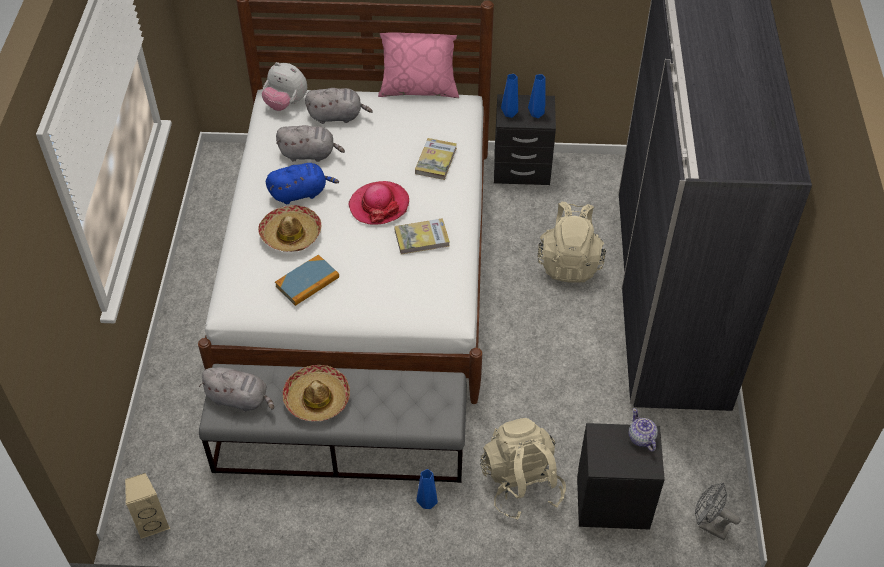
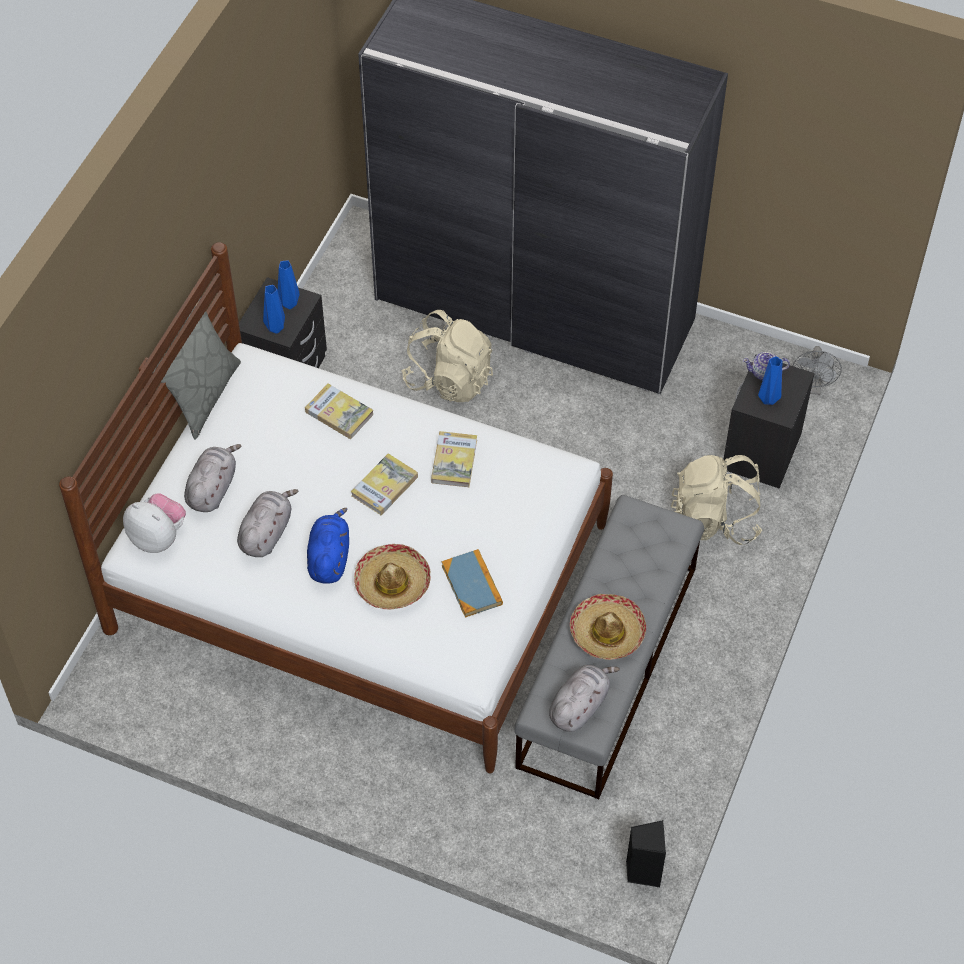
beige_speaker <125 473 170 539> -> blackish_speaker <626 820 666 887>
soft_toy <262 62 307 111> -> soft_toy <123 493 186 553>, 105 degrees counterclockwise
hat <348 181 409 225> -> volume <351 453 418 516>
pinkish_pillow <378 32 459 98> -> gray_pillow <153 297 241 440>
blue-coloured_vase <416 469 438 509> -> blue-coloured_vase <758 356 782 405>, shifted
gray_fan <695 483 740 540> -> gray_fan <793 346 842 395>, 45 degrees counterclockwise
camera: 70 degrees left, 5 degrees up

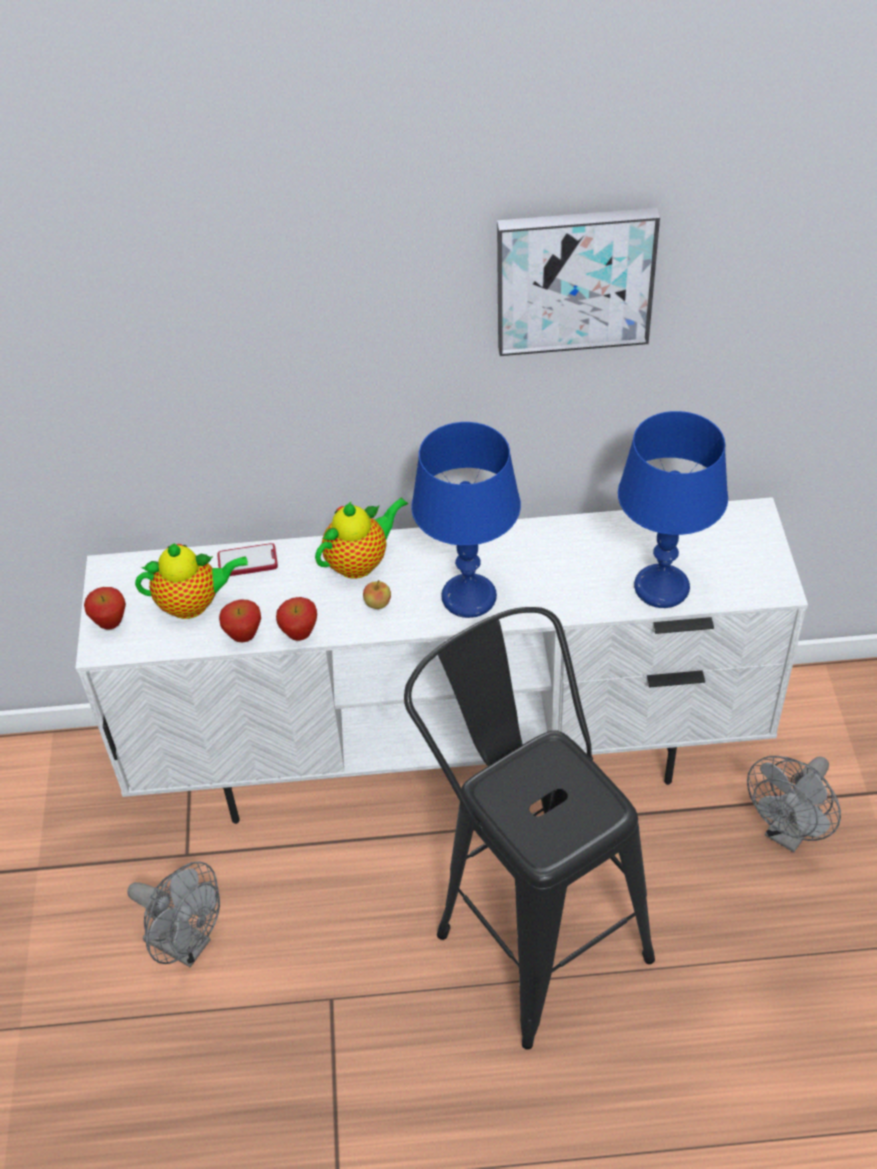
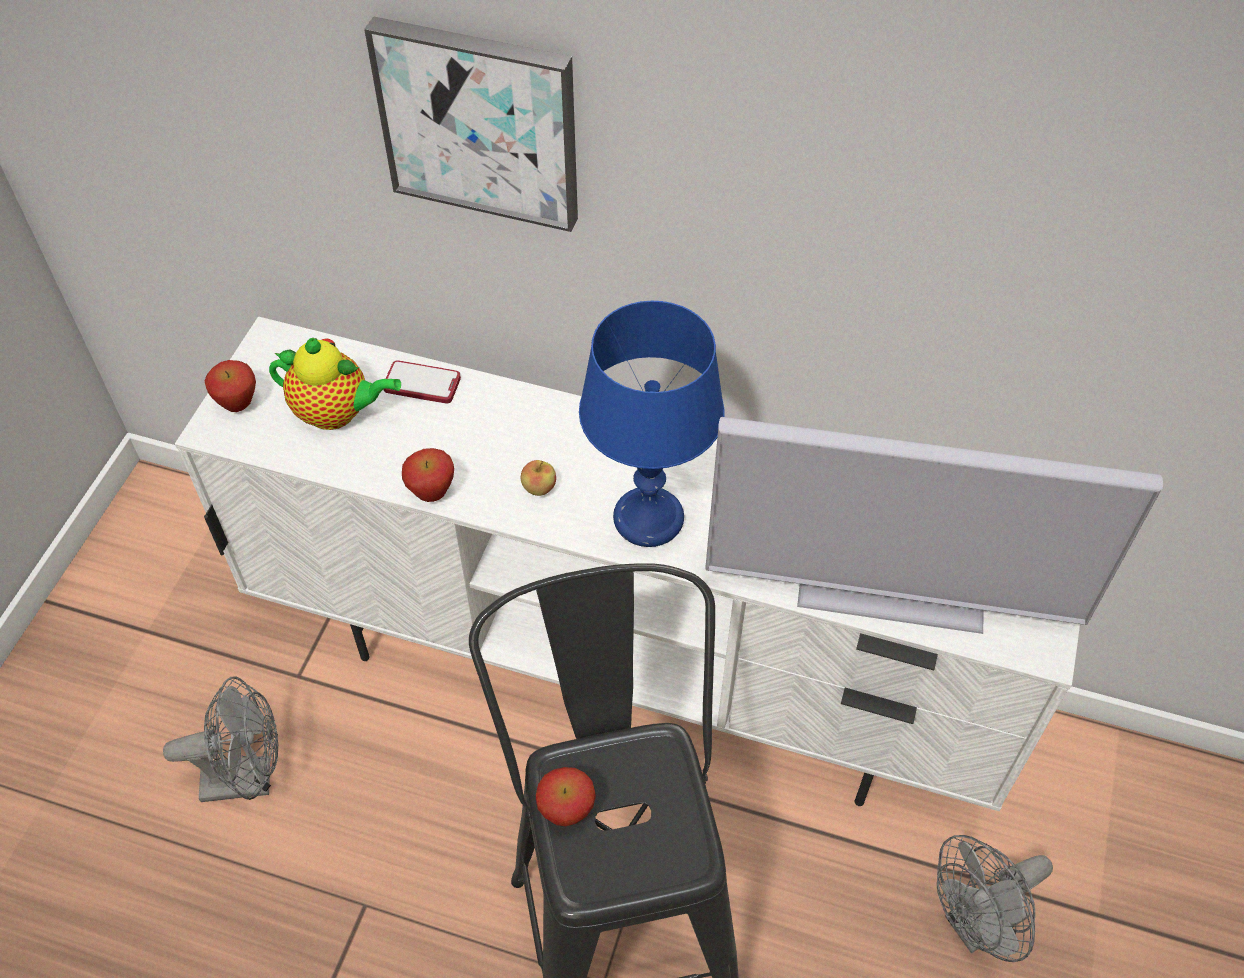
gray_fan <127 861 220 967> -> gray_fan <163 676 278 802>, 60 degrees counterclockwise
apple_fruit <219 599 261 642> -> apple_fruit <536 767 596 826>, shifted
teapot <315 497 408 579> -> none
wall_picture <497 208 660 356> -> wall_picture <364 16 578 232>, shifted
blue-coloured_lamp_for_a_table <618 411 728 608> -> TV_set <705 417 1163 634>
camera: 20 degrees right, 5 degrees up

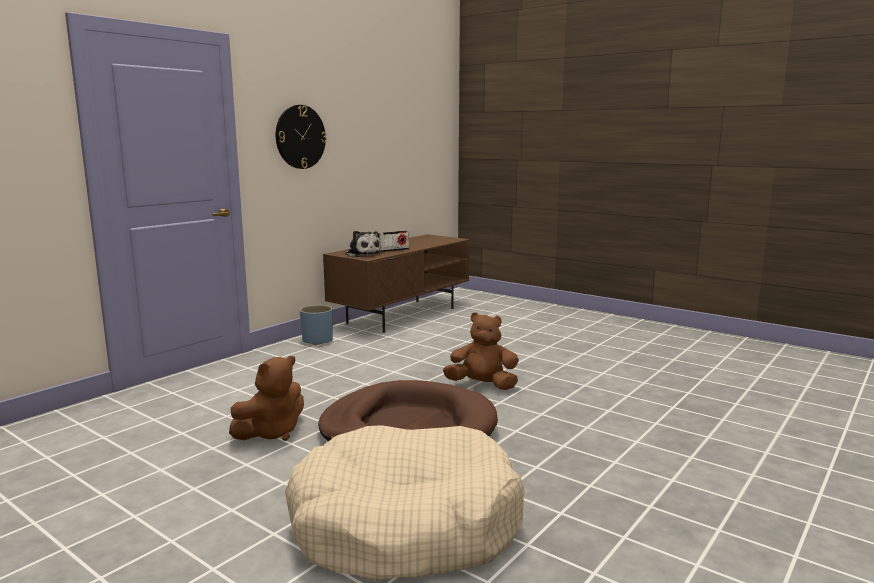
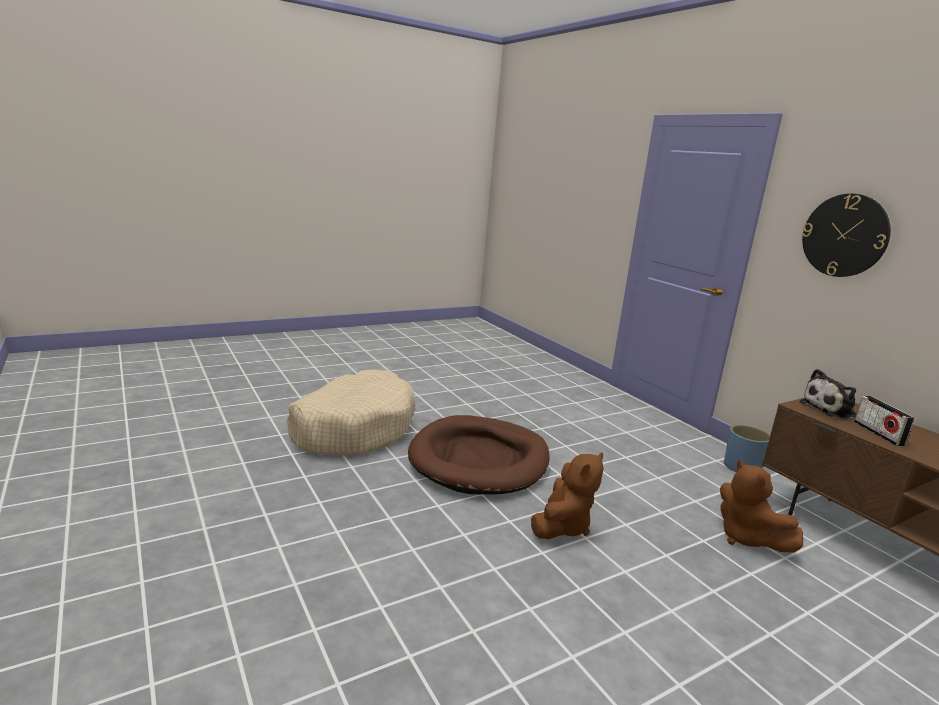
brownish_soft_toy <229 356 304 441> -> brownish_soft_toy <720 460 803 553>, shifted
camera: 110 degrees right, 5 degrees up

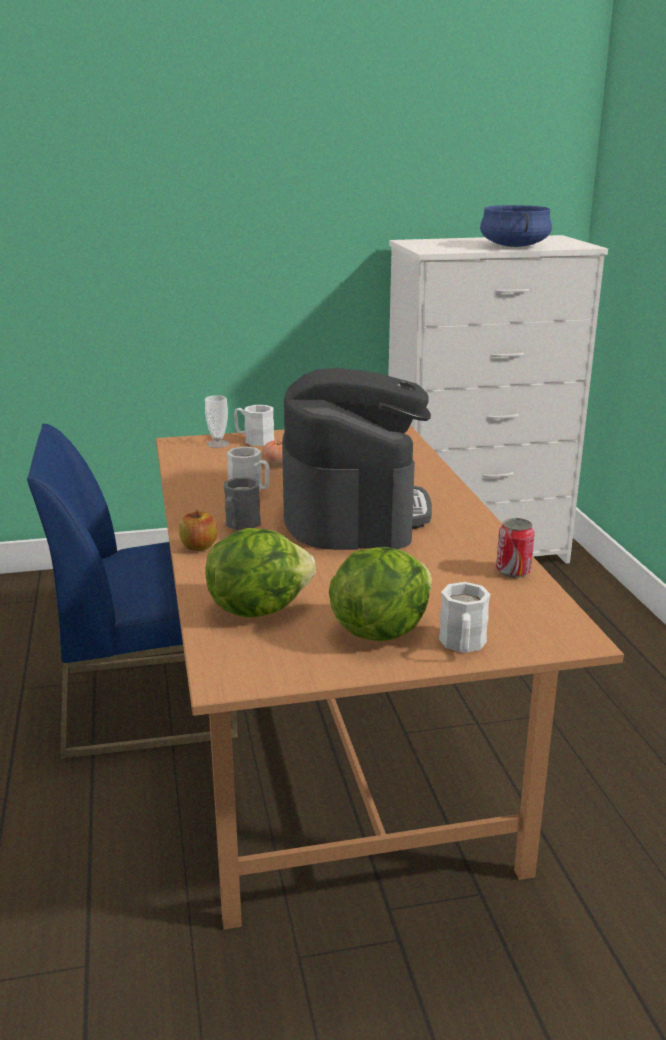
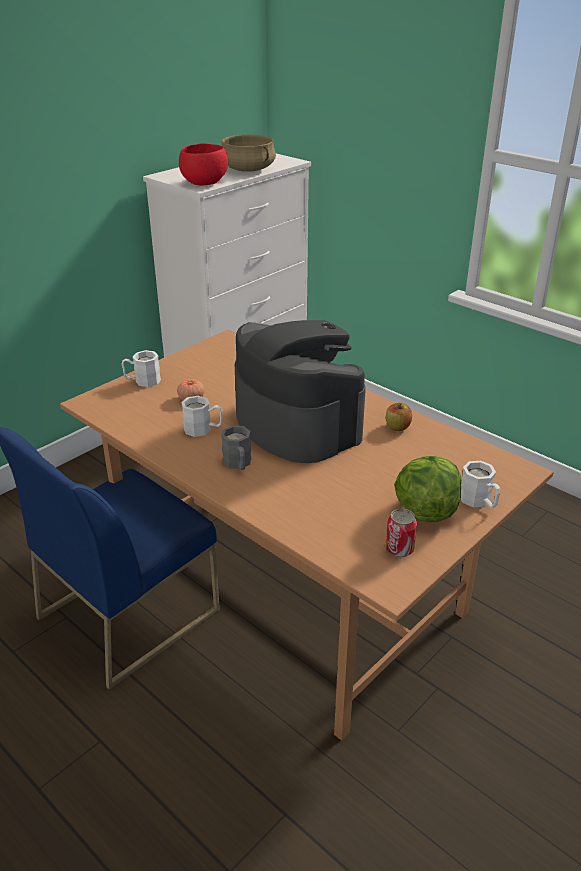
apple_fruit <179 510 217 551> -> apple_fruit <386 403 412 431>, shifted
cup <205 395 229 448> -> none
head_of_lettuce <205 528 316 618> -> none
blue-coloured_stockpot <480 205 552 247> -> beige_stockpot <222 134 276 172>
metal_can <496 518 535 578> -> metal_can <385 509 417 557>, shifted
none -> reddish_deep_dish <179 143 228 185>
camera: 35 degrees left, 10 degrees up

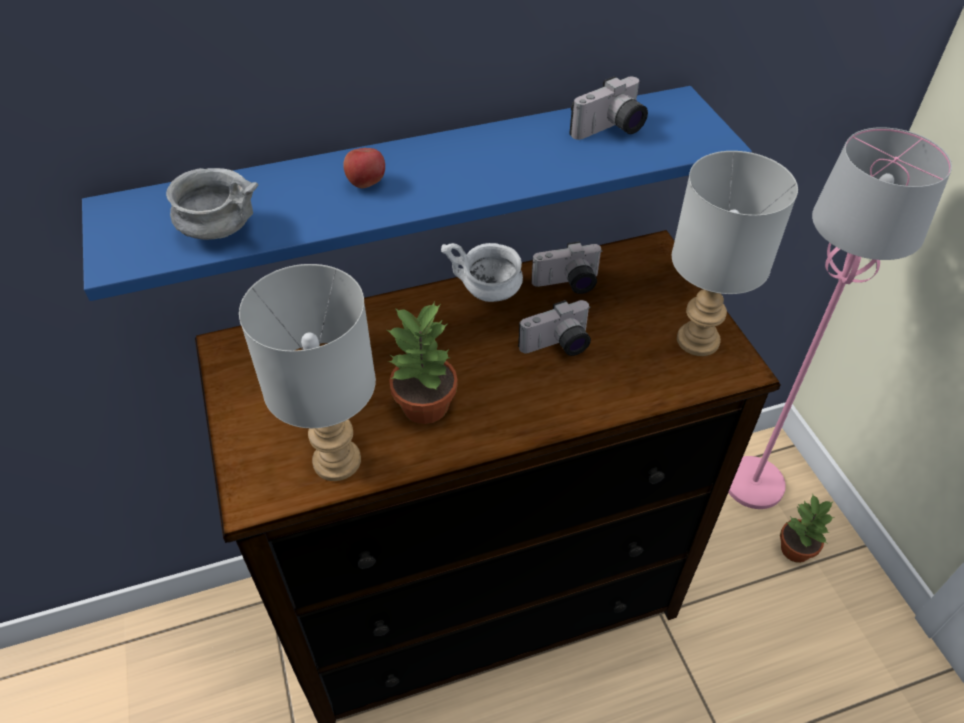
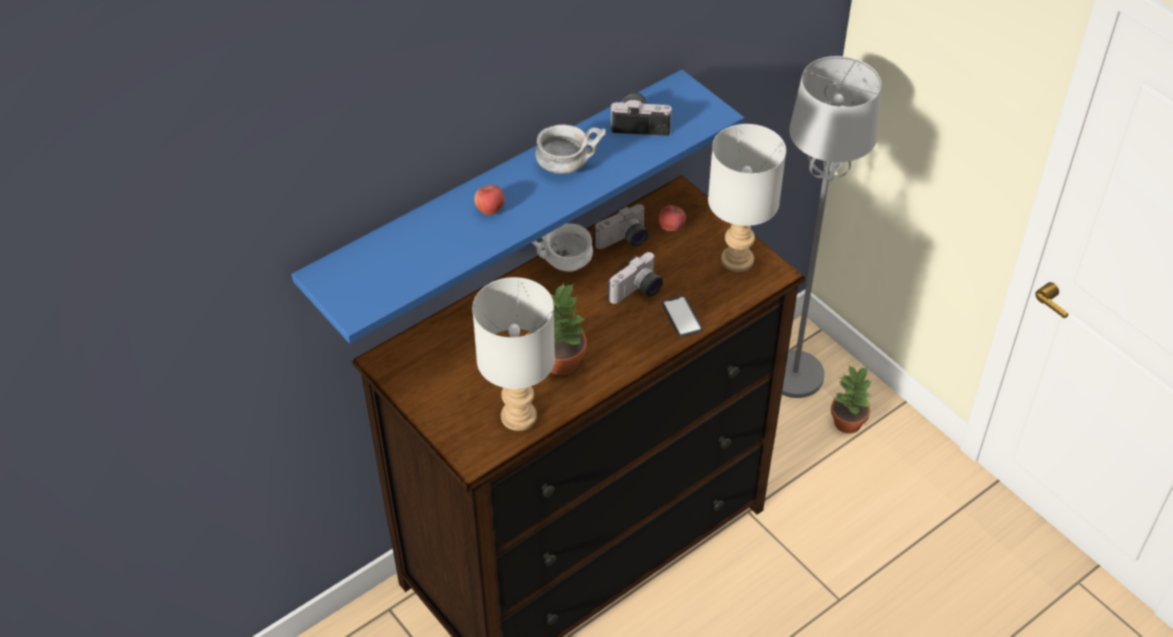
gray_deep_dish <166 168 258 240> -> gray_deep_dish <536 125 606 174>, shifted
still_camera <569 76 648 140> -> still_camera <611 92 673 136>, 120 degrees counterclockwise
pinkish_standing_lamp <728 127 952 509> -> gray_standing_lamp <782 56 882 398>
none -> apple_fruit <659 205 686 231>
none -> phone <662 295 702 337>
camera: 20 degrees left, 0 degrees up

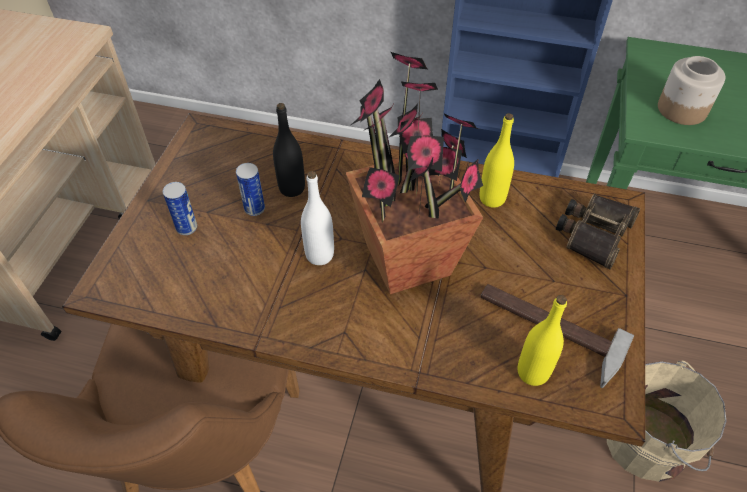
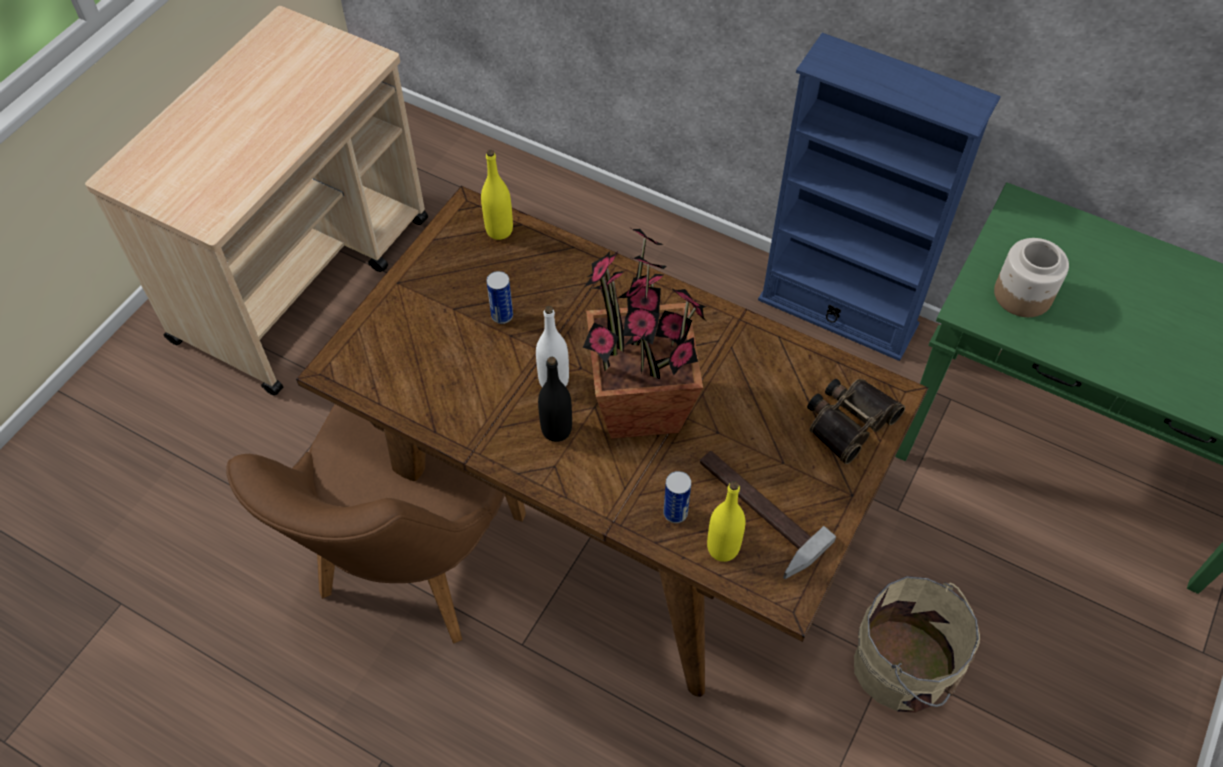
metal_can <163 182 197 235> -> metal_can <663 471 691 523>, shifted
blackish_bottle <273 103 305 197> -> blackish_bottle <538 357 572 442>, shifted
yellow-coloured_bottle <480 113 514 208> -> yellow-coloured_bottle <481 150 513 240>, shifted
camera: 15 degrees right, 5 degrees up

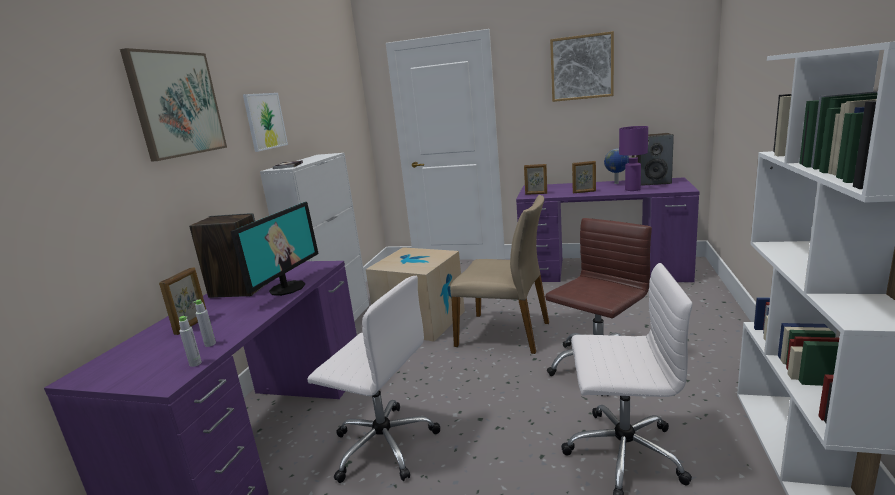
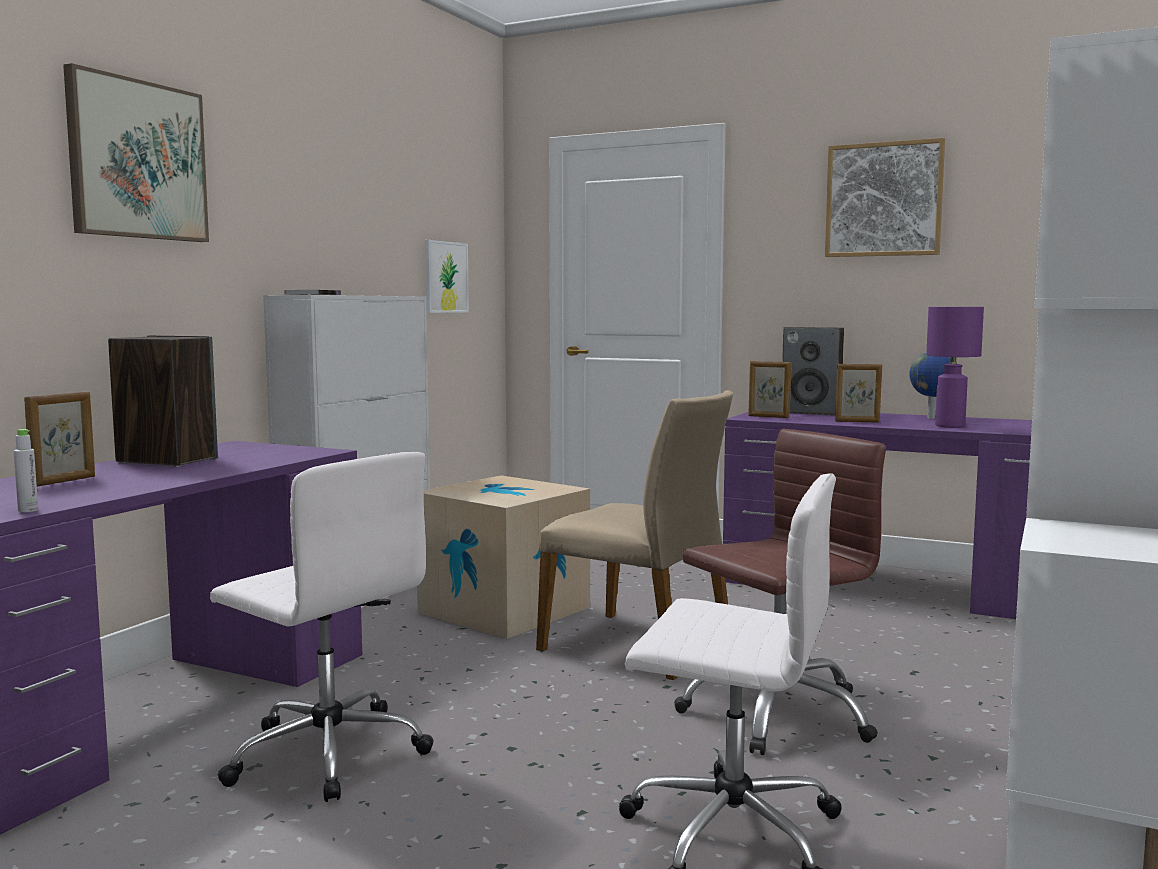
gray_bottle <193 299 216 347> -> none
monitor <230 202 319 296> -> none
wall_picture <243 93 288 152> -> wall_picture <425 240 469 313>, shifted
speaker <636 133 674 186> -> speaker <782 327 844 415>, shifted
camera: 10 degrees right, 10 degrees down

